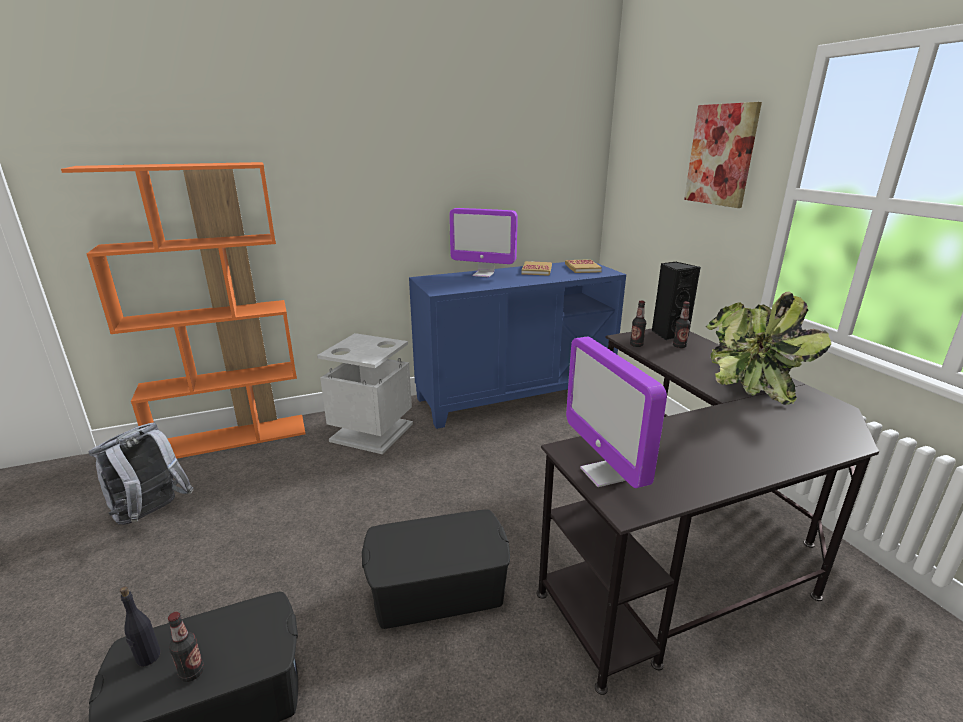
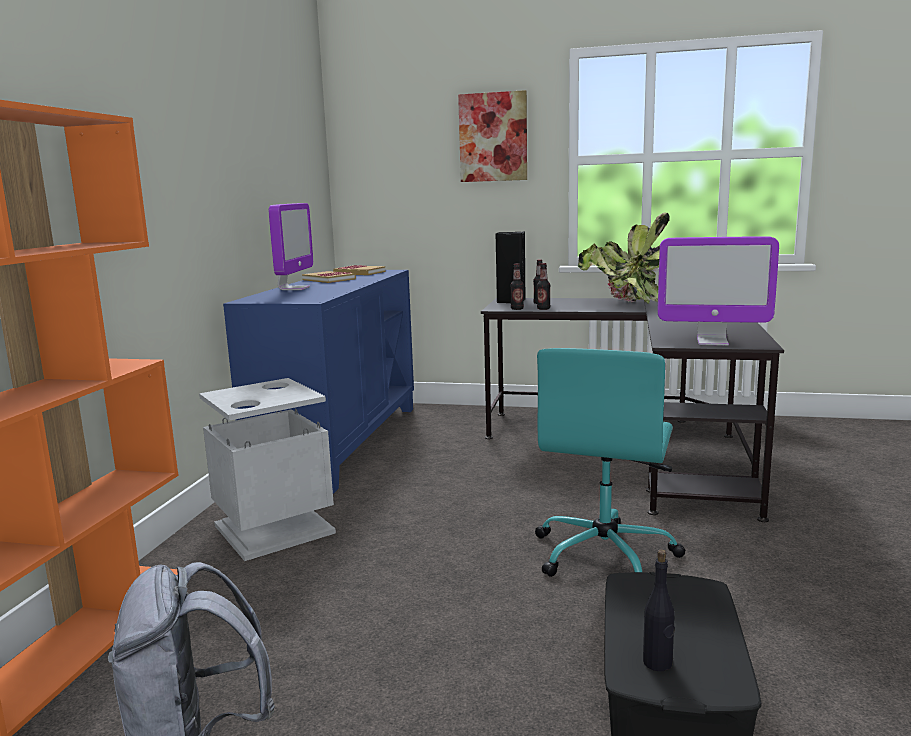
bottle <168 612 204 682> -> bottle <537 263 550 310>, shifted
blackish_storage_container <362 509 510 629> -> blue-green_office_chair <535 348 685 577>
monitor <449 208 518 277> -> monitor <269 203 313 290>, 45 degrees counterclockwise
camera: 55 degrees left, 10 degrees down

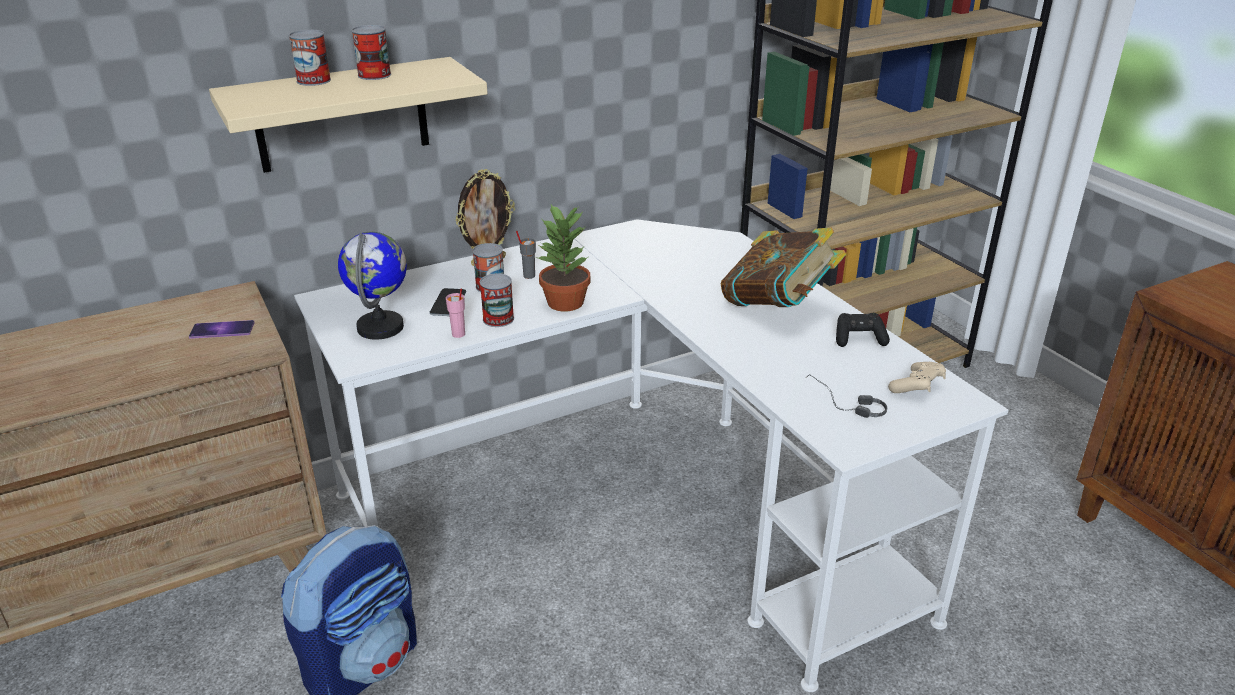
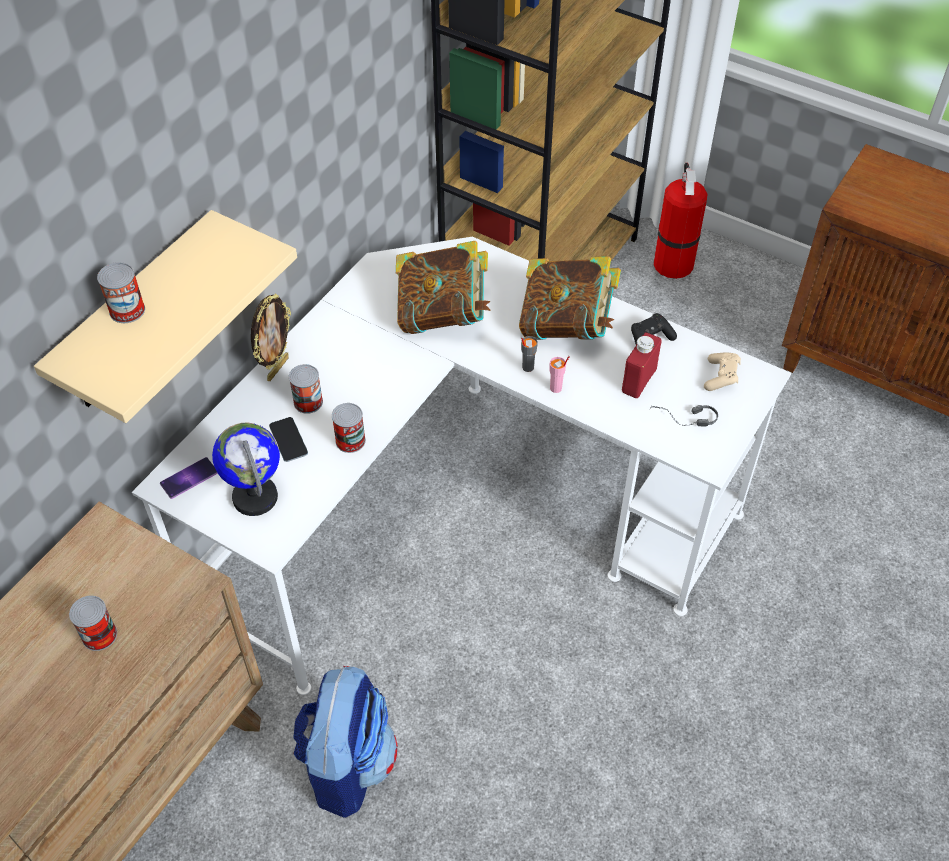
phone <189 320 255 339> -> phone <160 457 218 499>, shifted
metal_can <351 25 391 80> -> metal_can <69 596 117 651>, shifted
pinkish_cup <446 288 465 338> -> pinkish_cup <550 356 570 393>, shifted
gray_cup <516 231 536 279> -> gray_cup <521 336 538 372>, shifted
plant_in_a_pot <536 204 590 311> -> none
none -> volume <396 241 491 334>
none -> reddish_bottle <622 333 662 398>
none -> fire_extinguisher <653 162 707 279>
camera: 30 degrees left, 20 degrees up

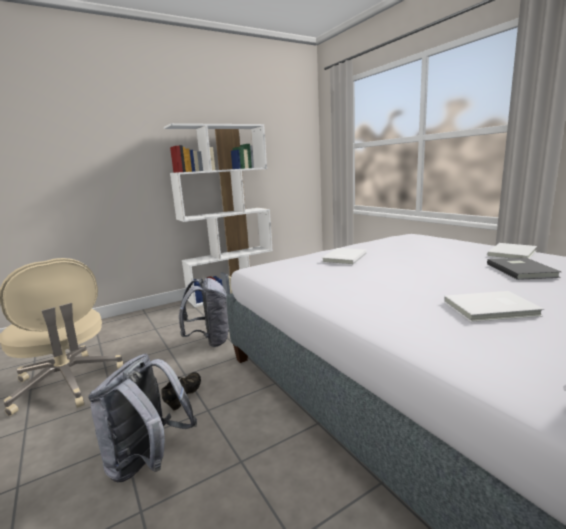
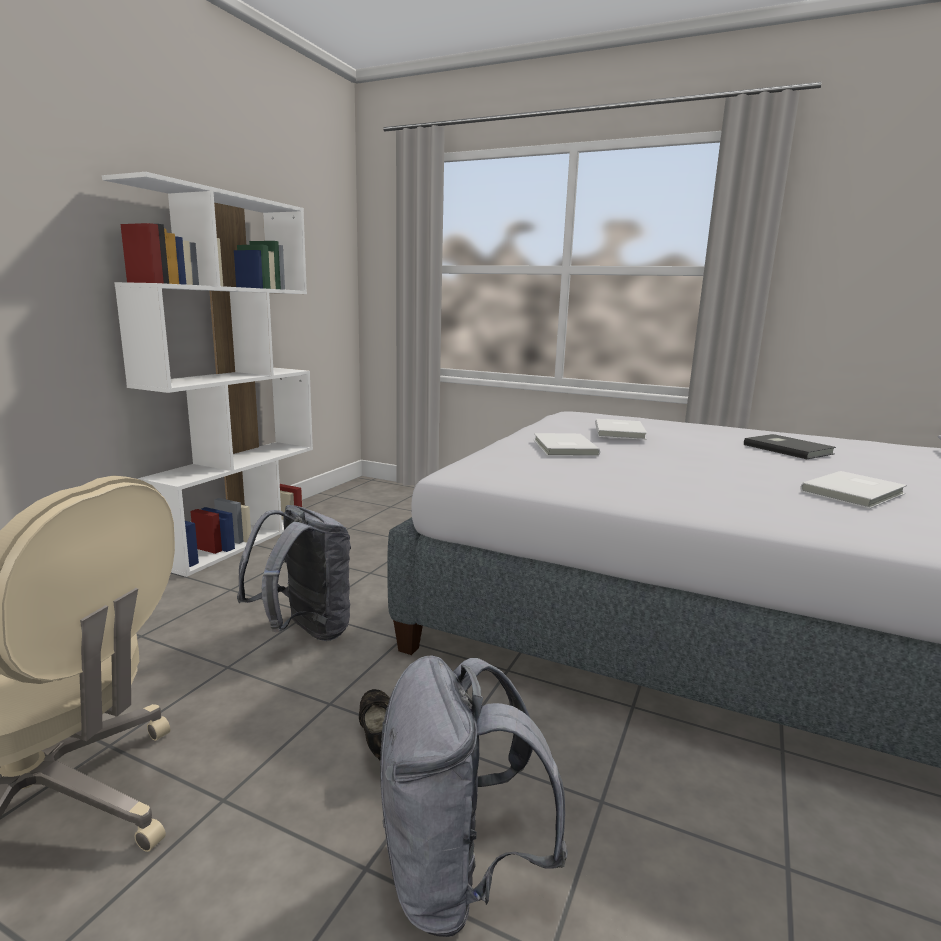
whitish_volume <487 243 537 259> -> whitish_volume <595 419 647 440>, shifted
camera: 35 degrees left, 0 degrees up

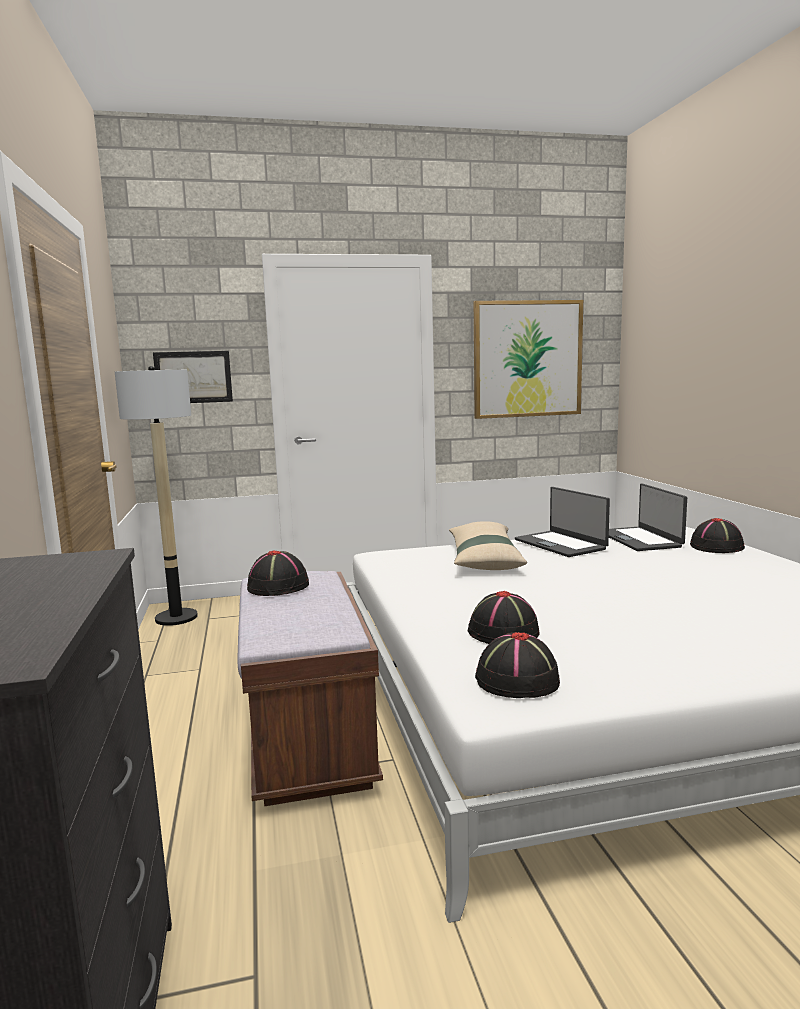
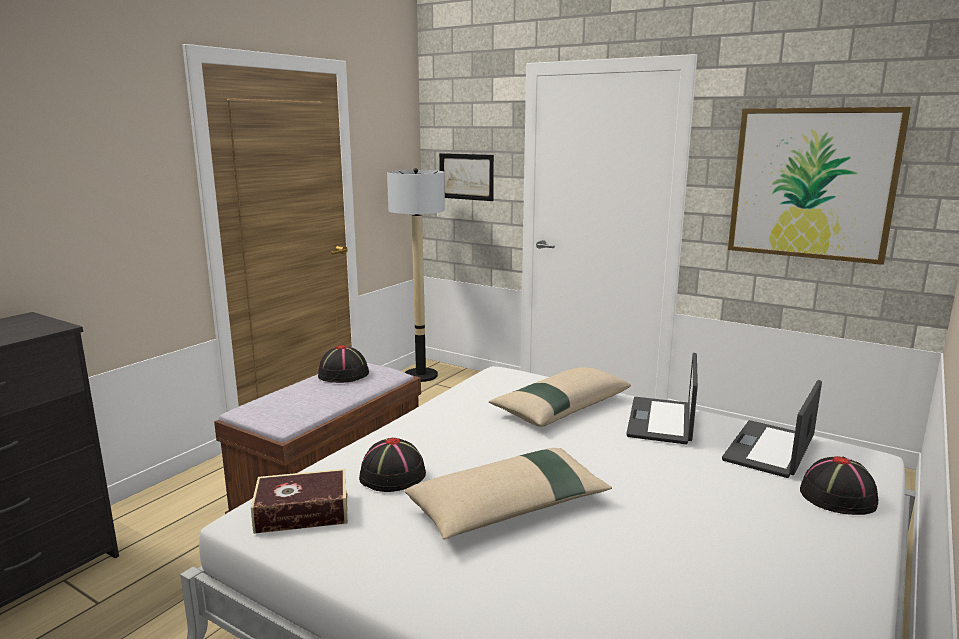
blackish_hat <475 632 560 698> -> volume <251 469 348 534>
none -> beige_pillow <404 448 612 540>
camera: 45 degrees right, 5 degrees up

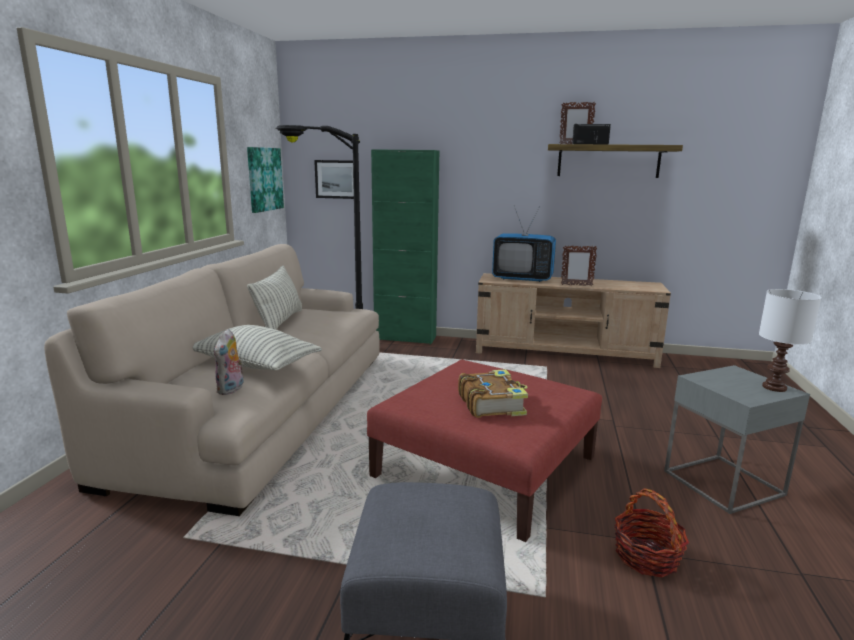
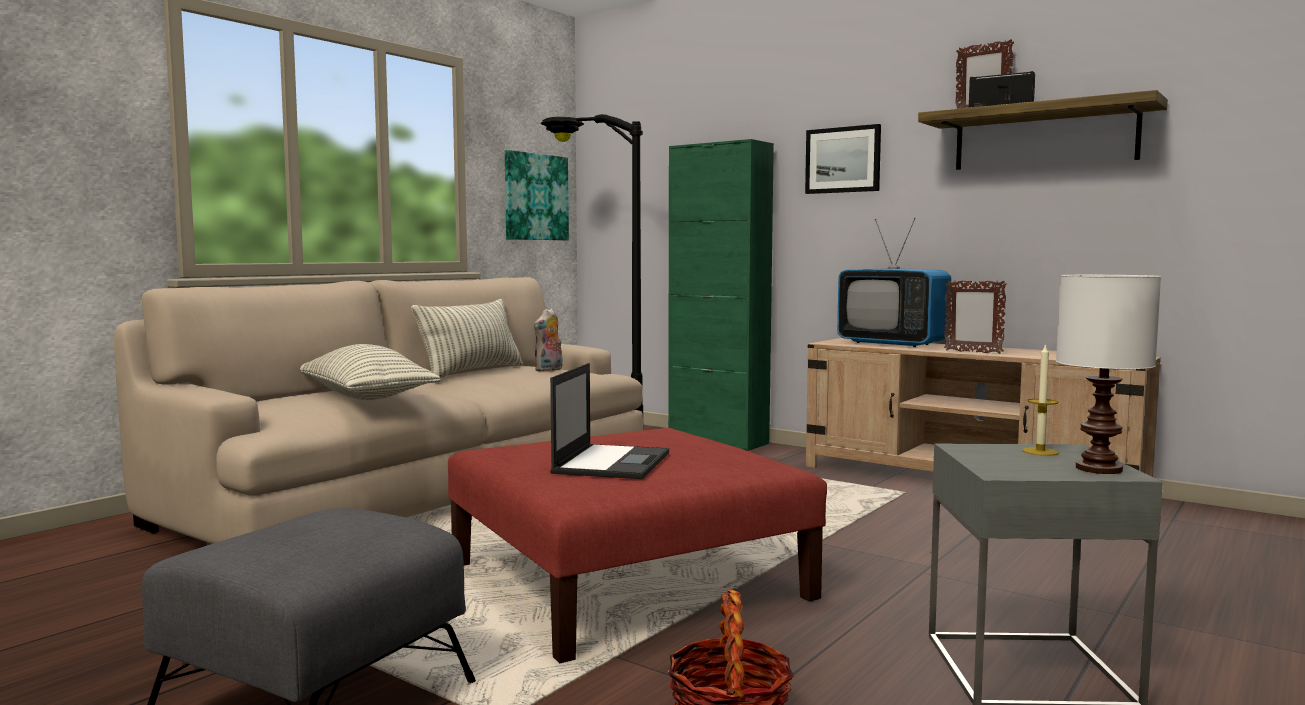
soft_toy <214 329 243 395> -> soft_toy <534 308 562 372>, shifted
wall_picture <314 160 354 199> -> wall_picture <805 124 881 194>, shifted
volume <458 369 528 418> -> notebook_computer <550 363 669 479>
none -> candle <1022 343 1059 456>
camera: 25 degrees right, 10 degrees down

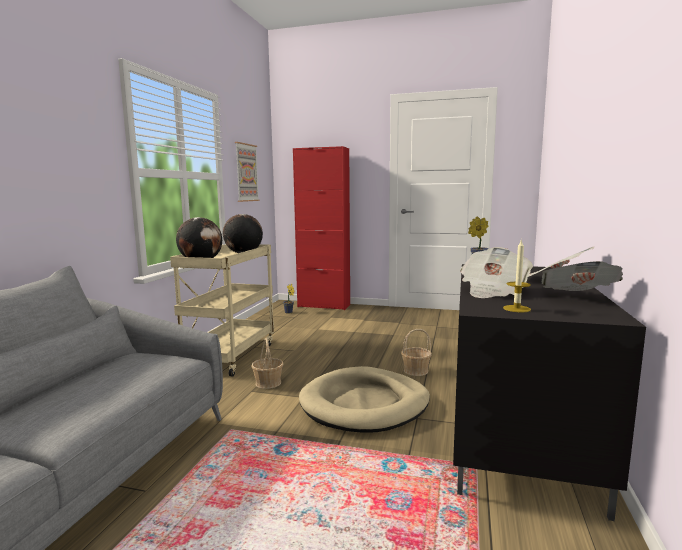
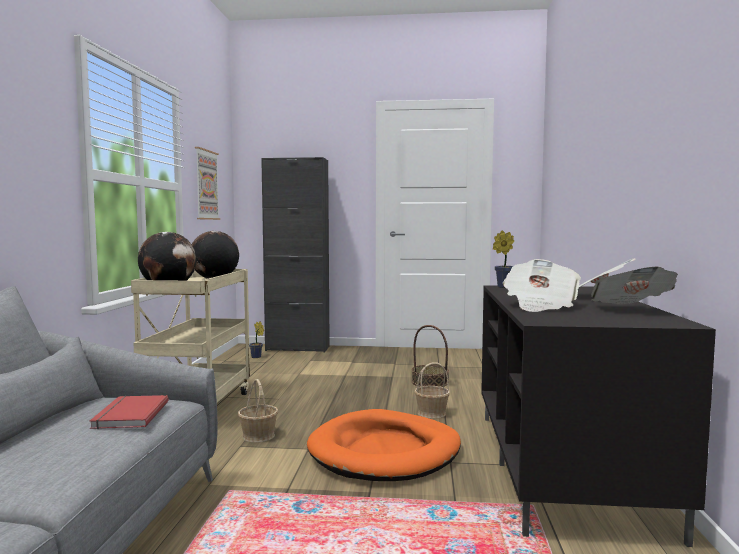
reddish_storage_cabinet <293 146 350 310> -> blackish_storage_cabinet <261 157 330 352>
beige_dog_cushion <299 366 430 433> -> orangey_dog_cushion <307 409 461 481>
candle <503 239 531 312> -> none
none -> reddish_volume <89 395 168 429>
none -> basket <411 325 449 387>
camera: 10 degrees left, 5 degrees down

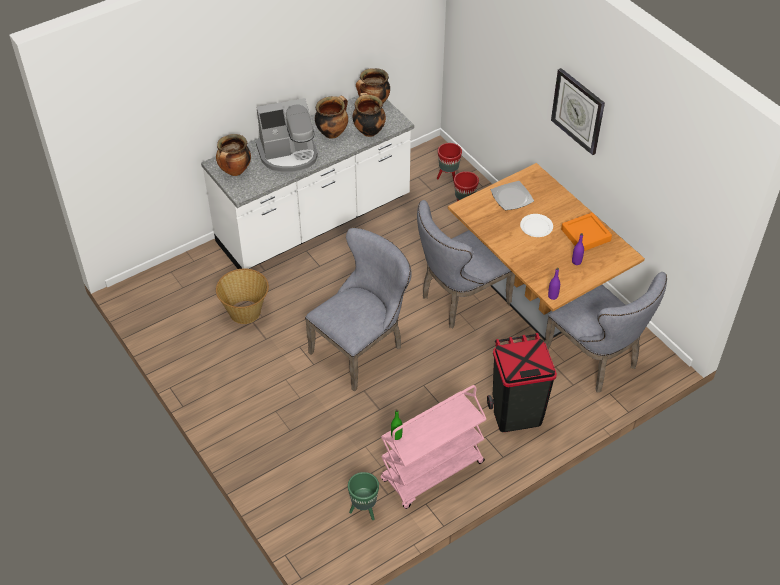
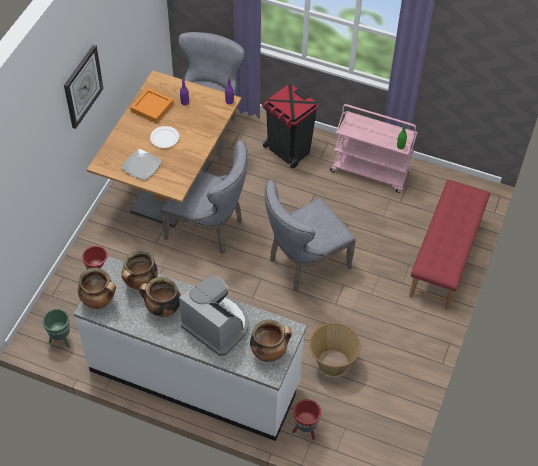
gray_chair <305 228 412 391> -> gray_chair <265 180 356 292>, 45 degrees counterclockwise
green_planter <348 472 379 520> -> green_planter <42 309 70 348>, shifted
reddish_planter <437 143 462 181> -> reddish_planter <293 399 321 440>, shifted
none -> reddish_long_seat <409 180 490 310>
camera: 125 degrees left, 5 degrees up

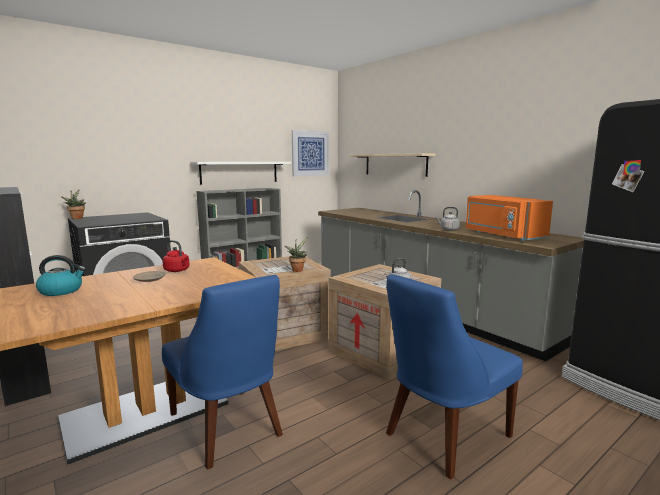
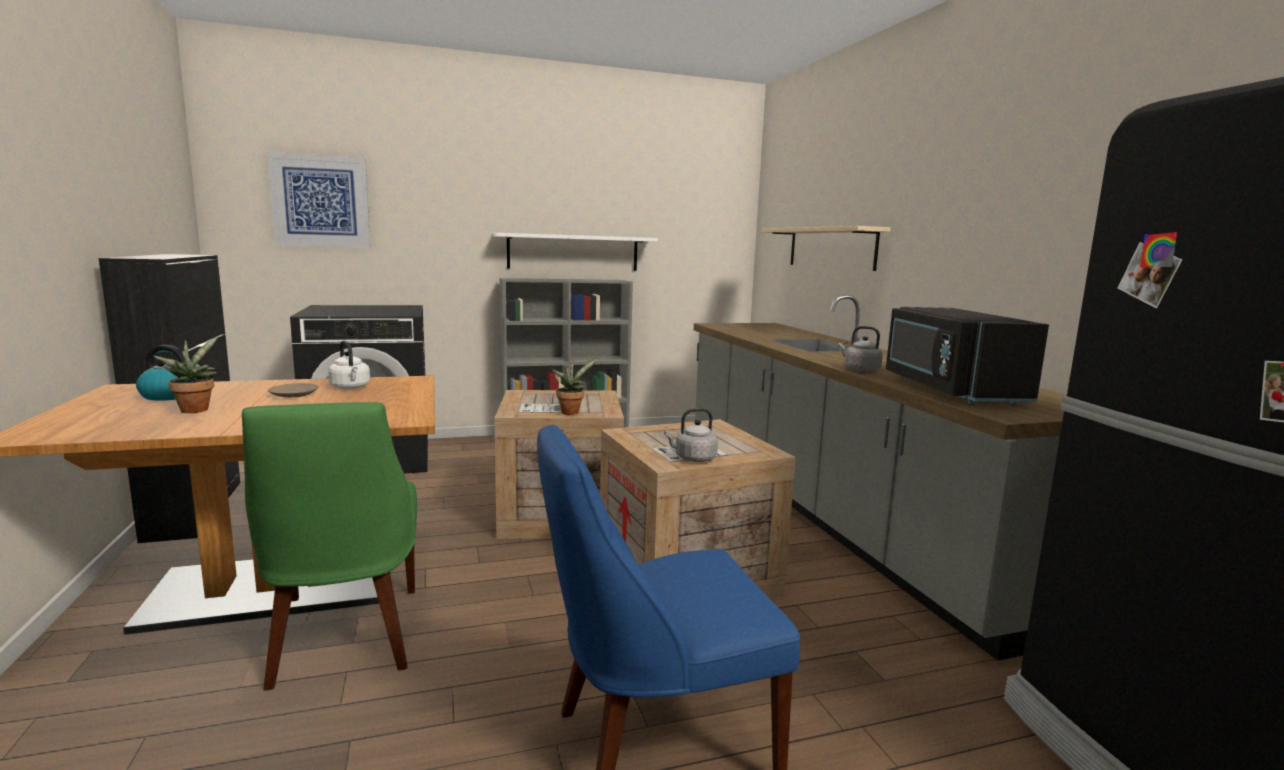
plant_in_a_pot <61 190 86 219> -> plant_in_a_pot <153 336 218 413>, shifted
reddish_tea_kettle <162 240 189 272> -> whitish_tea_kettle <328 340 370 389>
blue-coloured_chair <162 275 283 470> -> green_chair <242 402 417 691>
wall_picture <292 130 329 176> -> wall_picture <267 152 370 248>, shifted
orangey_microwave <466 195 553 242> -> blackish_microwave <886 307 1049 404>
camera: 20 degrees right, 0 degrees up

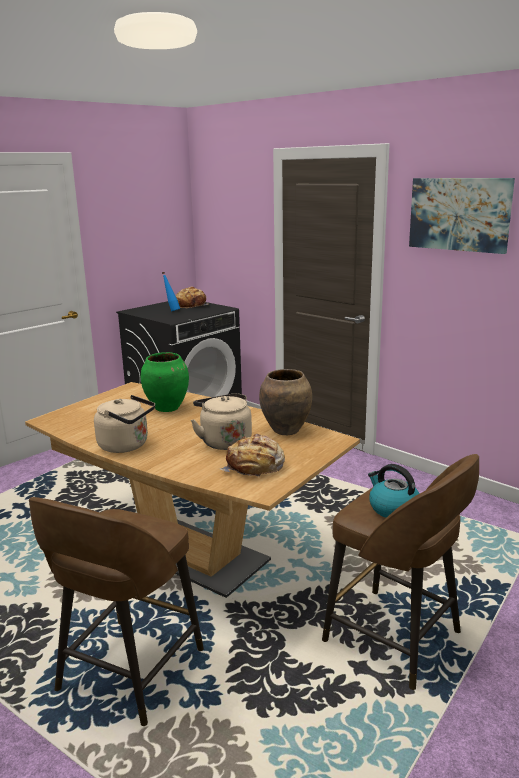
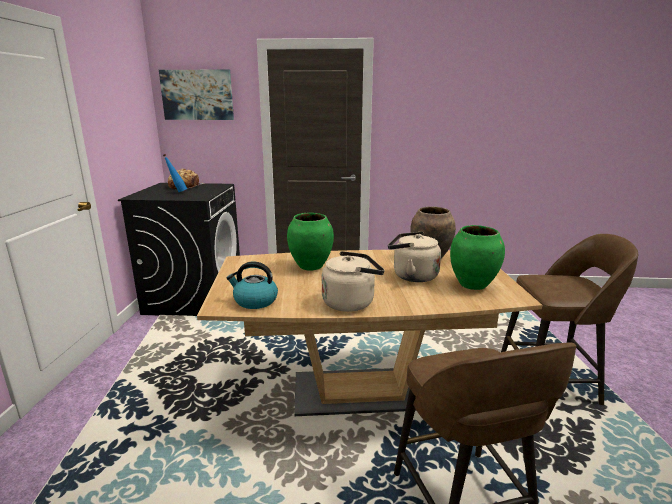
baked_bread <220 434 285 478> -> green_vase <450 225 505 290>
tea_kettle <368 464 420 518> -> tea_kettle <226 262 278 309>, shifted
wall_picture <409 178 515 254> -> wall_picture <159 69 234 120>, shifted
camera: 40 degrees left, 0 degrees up

